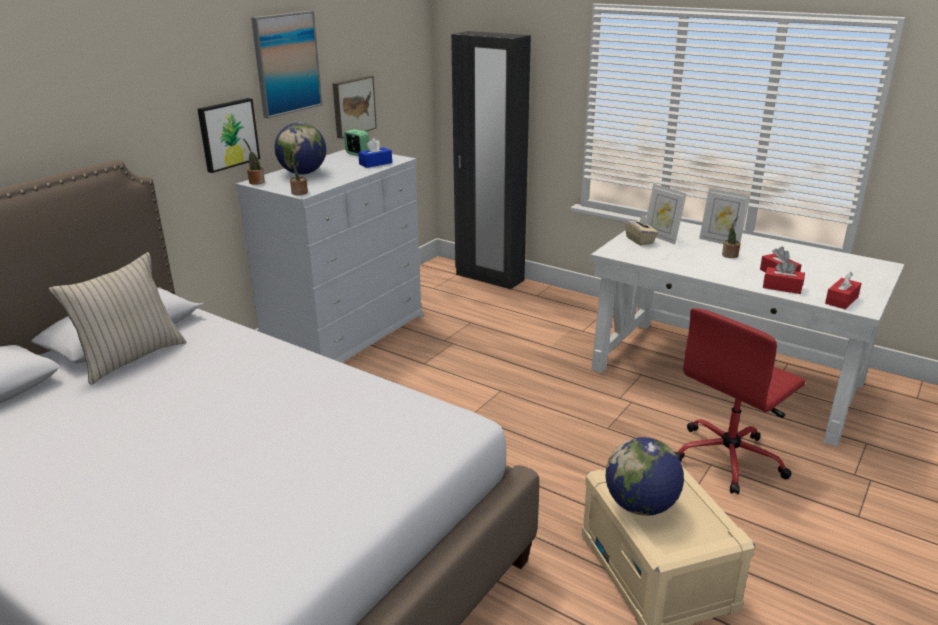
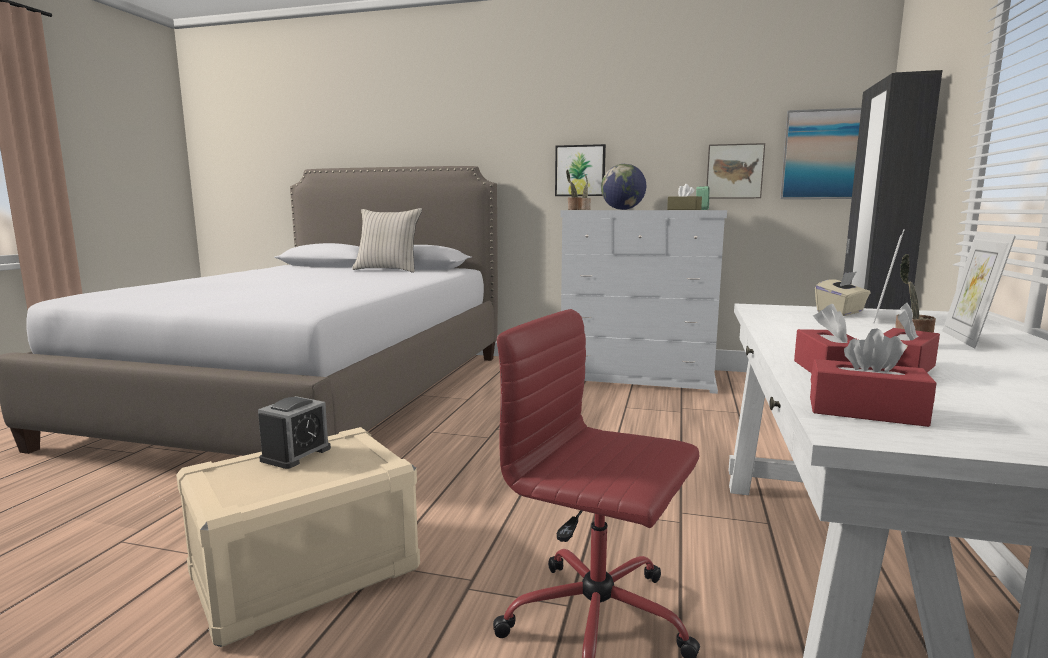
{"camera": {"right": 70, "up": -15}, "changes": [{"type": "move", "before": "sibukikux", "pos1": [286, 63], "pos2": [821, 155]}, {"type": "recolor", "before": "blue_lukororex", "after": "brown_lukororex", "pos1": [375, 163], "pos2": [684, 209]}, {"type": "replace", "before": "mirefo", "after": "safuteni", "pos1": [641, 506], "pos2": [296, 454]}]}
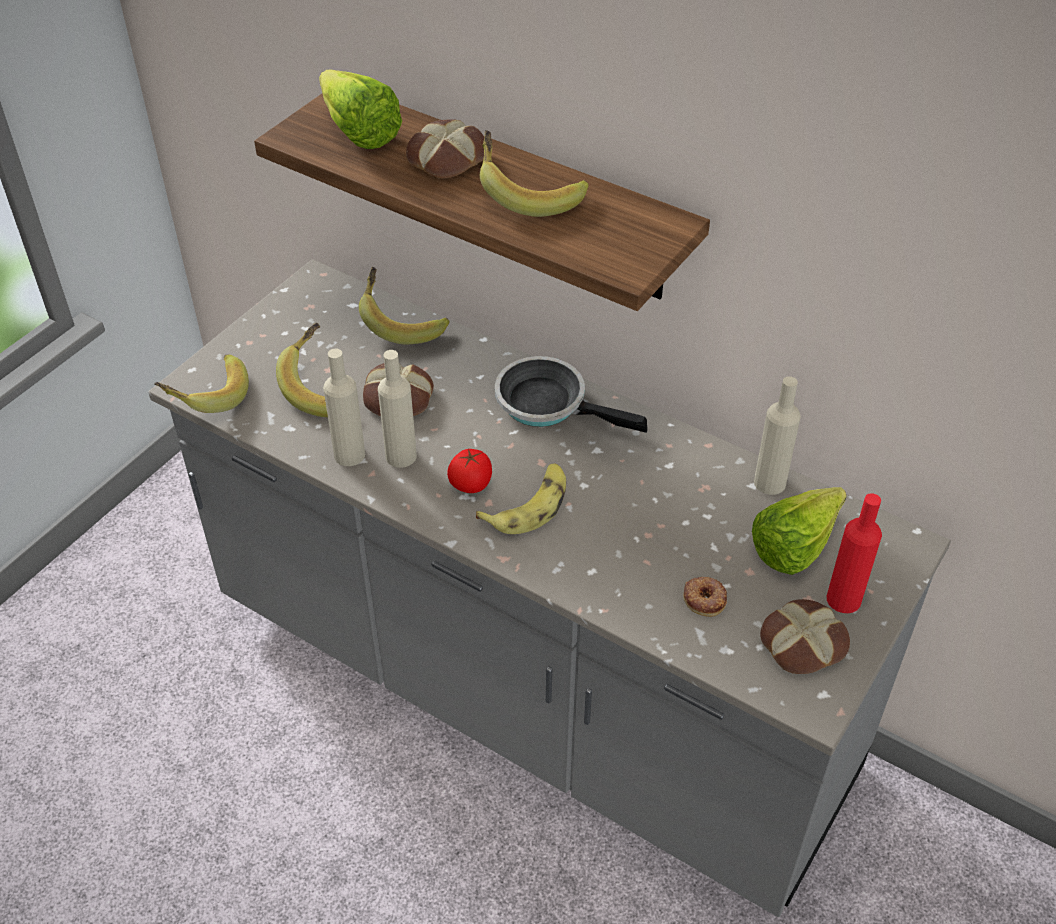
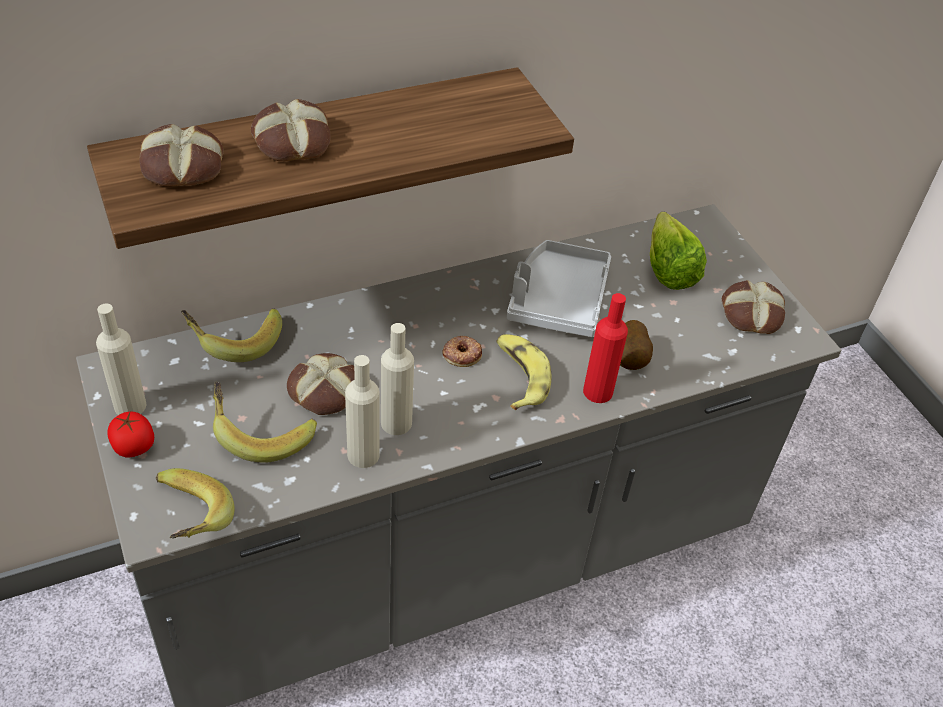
{"camera": {"right": -60, "up": 0}, "changes": [{"type": "replace", "before": "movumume", "after": "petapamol", "pos1": [356, 129], "pos2": [182, 167]}, {"type": "delete", "before": "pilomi", "pos1": [528, 194]}, {"type": "delete", "before": "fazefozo", "pos1": [548, 403]}, {"type": "move", "before": "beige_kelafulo", "pos1": [769, 483], "pos2": [130, 406]}, {"type": "move", "before": "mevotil", "pos1": [471, 483], "pos2": [133, 446]}, {"type": "move", "before": "red_kelafulo", "pos1": [843, 599], "pos2": [598, 391]}, {"type": "move", "before": "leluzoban", "pos1": [704, 598], "pos2": [462, 354]}, {"type": "insert", "after": "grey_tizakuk", "pos2": [557, 299]}, {"type": "insert", "after": "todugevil", "pos2": [631, 360]}]}
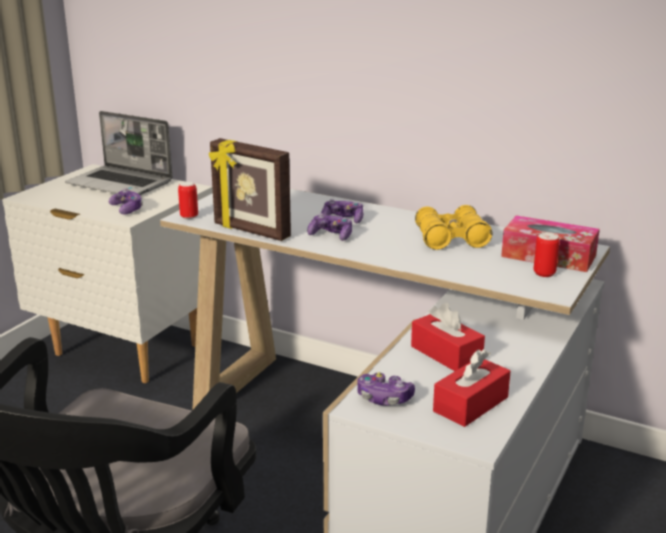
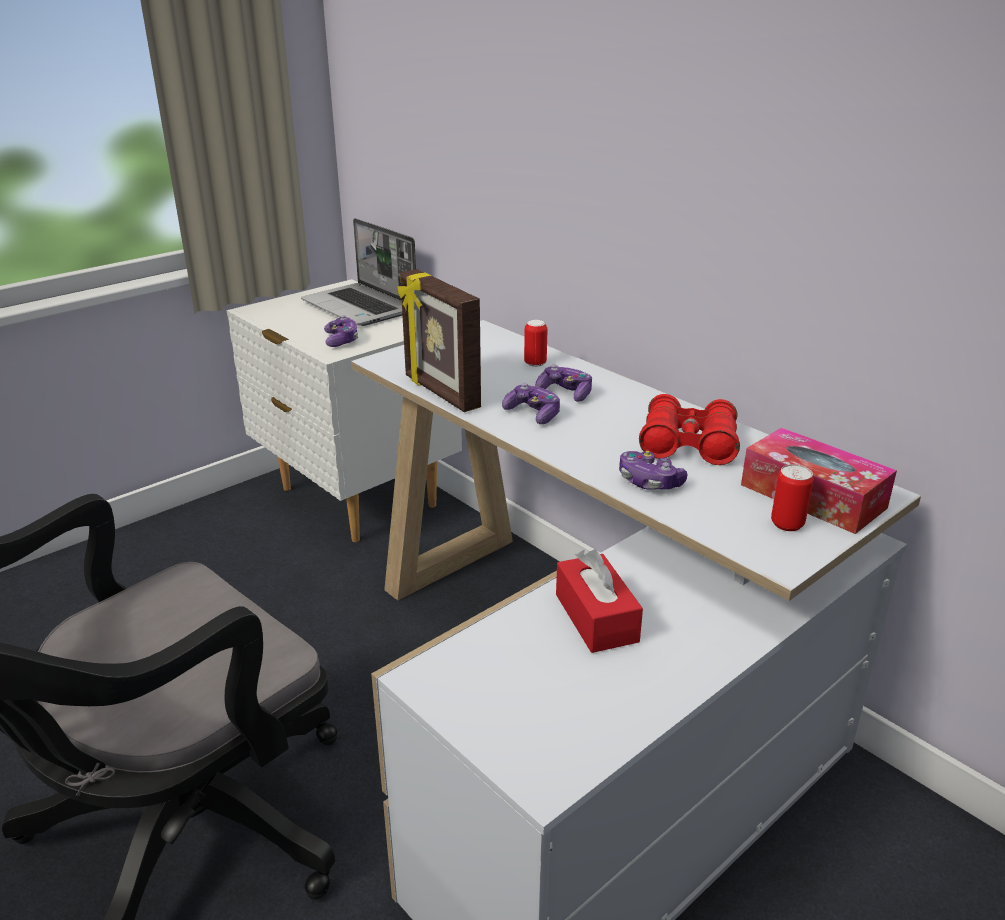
{"camera": {"right": 20, "up": 5}, "changes": [{"type": "move", "before": "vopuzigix", "pos1": [189, 217], "pos2": [535, 363]}, {"type": "recolor", "before": "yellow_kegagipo", "after": "red_kegagipo", "pos1": [451, 239], "pos2": [688, 445]}, {"type": "delete", "before": "red_lukororex", "pos1": [470, 404]}, {"type": "move", "before": "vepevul", "pos1": [384, 398], "pos2": [649, 482]}]}
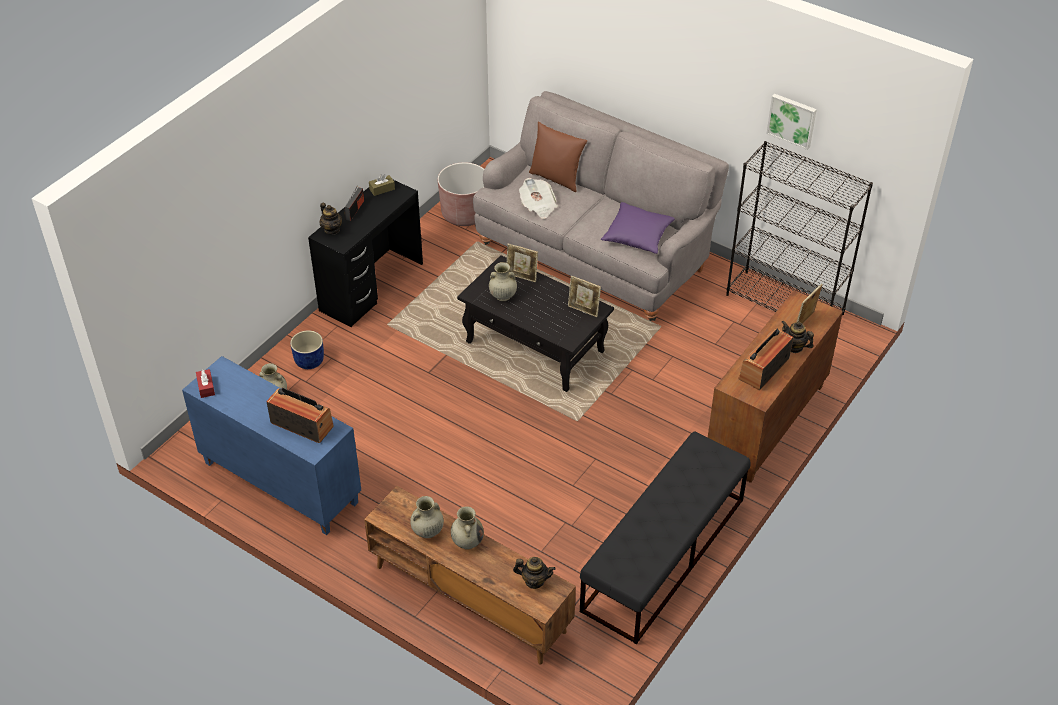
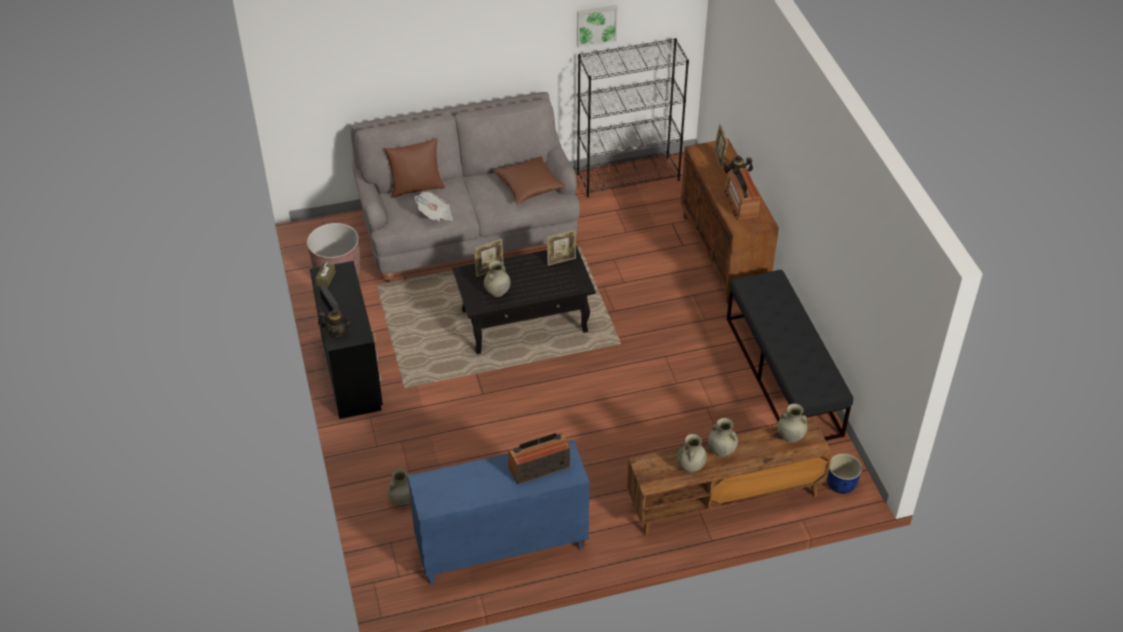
{"camera": {"right": -50, "up": 0}, "changes": [{"type": "recolor", "before": "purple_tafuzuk", "after": "brown_tafuzuk", "pos1": [638, 236], "pos2": [529, 186]}, {"type": "move", "before": "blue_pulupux", "pos1": [309, 361], "pos2": [841, 484]}, {"type": "delete", "before": "red_lukororex", "pos1": [206, 387]}, {"type": "replace", "before": "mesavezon", "after": "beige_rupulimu", "pos1": [534, 581], "pos2": [790, 436]}]}
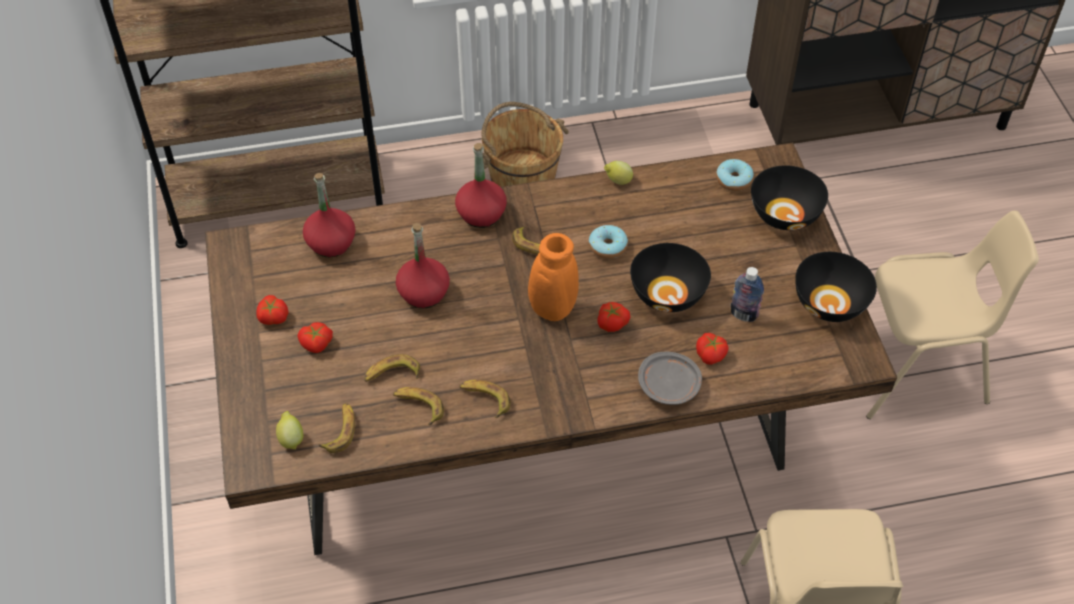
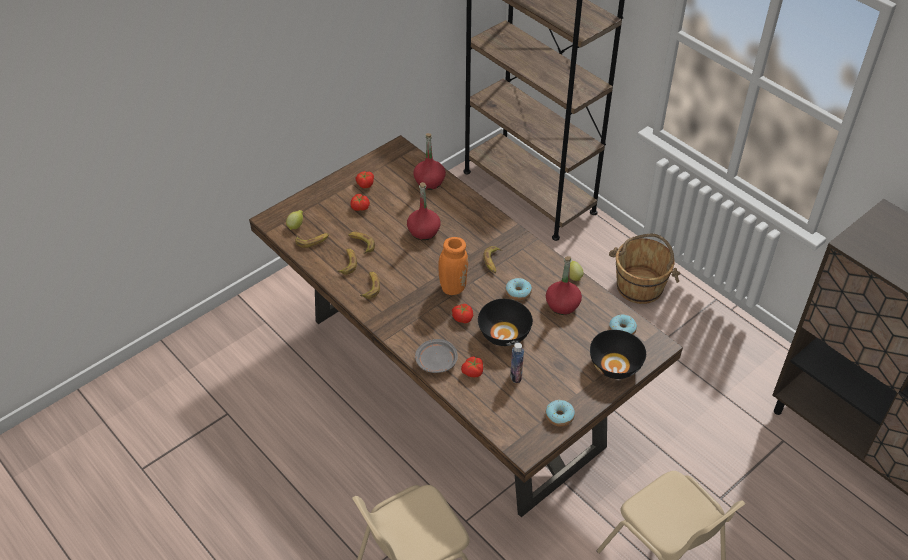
{"camera": {"right": 60, "up": -5}, "changes": [{"type": "move", "before": "red_kelafulo", "pos1": [481, 214], "pos2": [562, 305]}, {"type": "replace", "before": "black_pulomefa", "after": "leluzoban", "pos1": [831, 303], "pos2": [559, 416]}]}
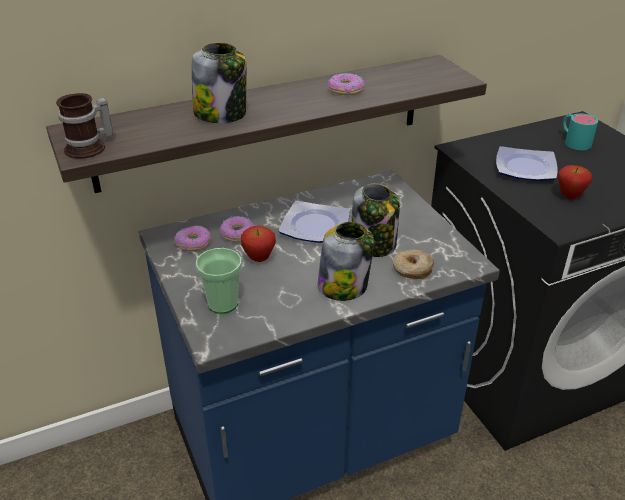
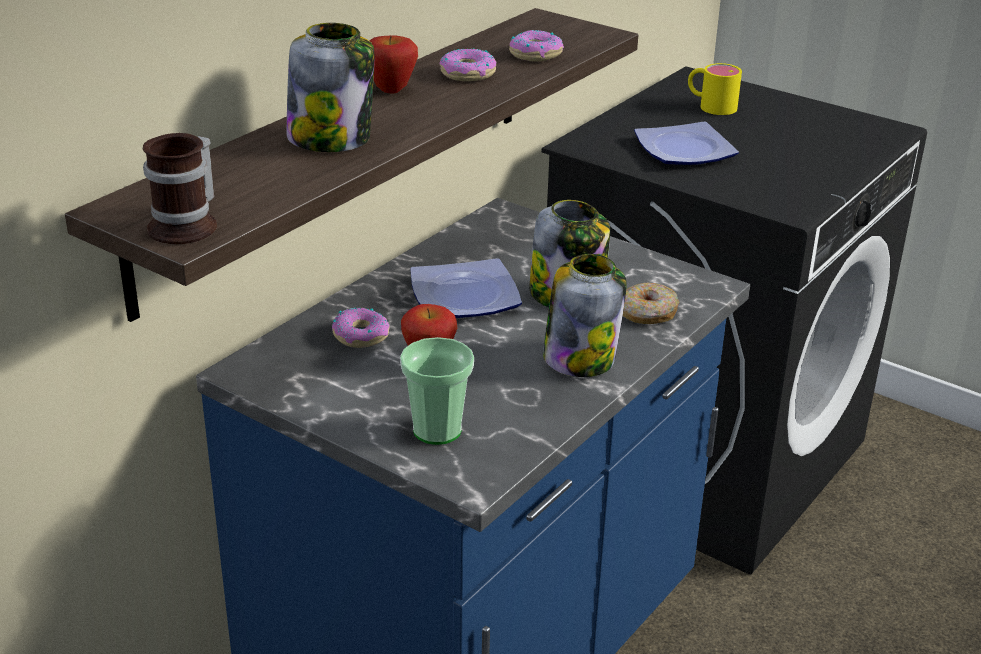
{"camera": {"right": -30, "up": -5}, "changes": [{"type": "recolor", "before": "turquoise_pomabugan", "after": "yellow_pomabugan", "pos1": [573, 141], "pos2": [710, 105]}, {"type": "move", "before": "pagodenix", "pos1": [569, 196], "pos2": [391, 90]}, {"type": "move", "before": "leluzoban", "pos1": [193, 243], "pos2": [535, 54]}]}
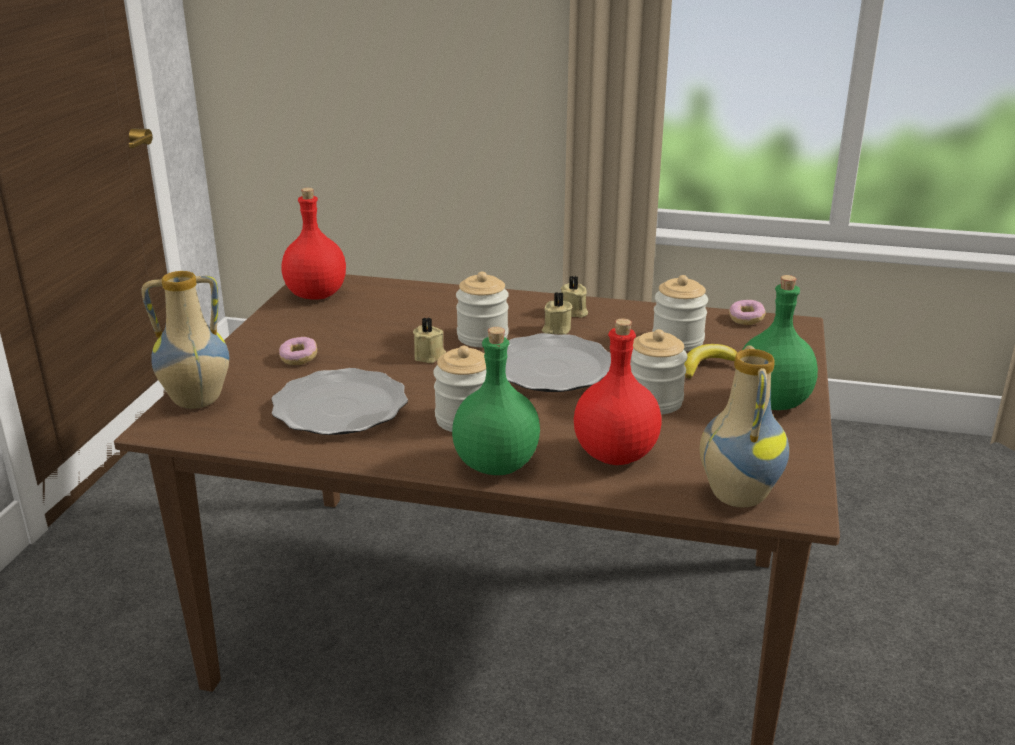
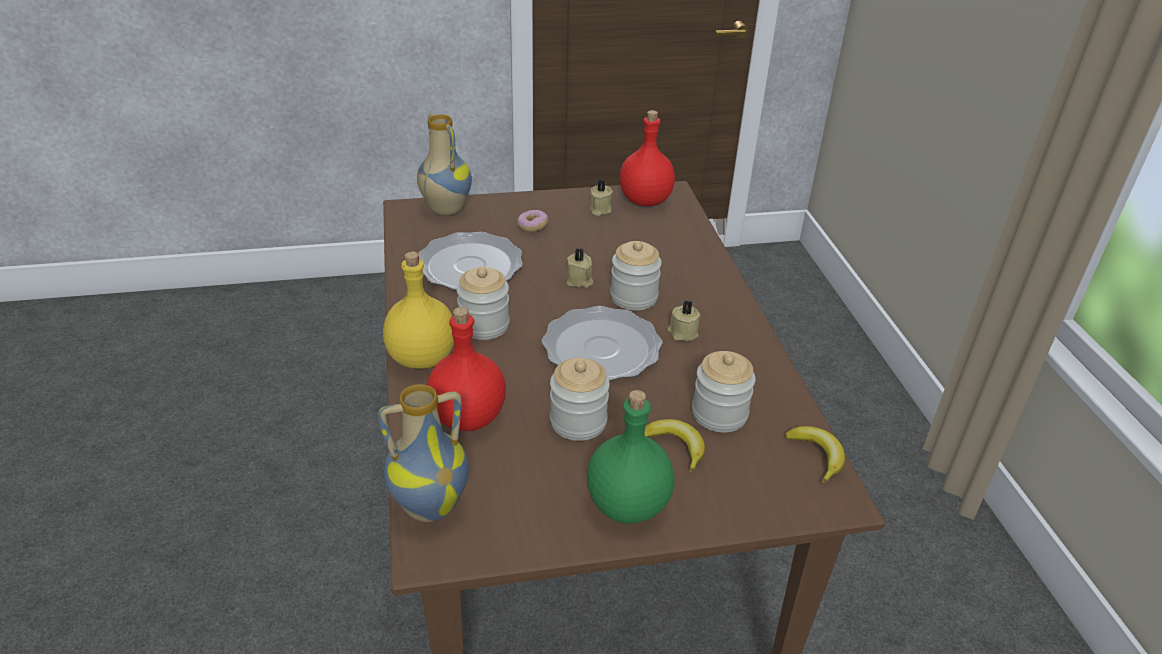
{"camera": {"right": 65, "up": 10}, "changes": [{"type": "move", "before": "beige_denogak", "pos1": [573, 312], "pos2": [599, 210]}, {"type": "replace", "before": "leluzoban", "after": "pilomi", "pos1": [746, 319], "pos2": [816, 456]}, {"type": "recolor", "before": "green_kelafulo", "after": "yellow_kelafulo", "pos1": [497, 465], "pos2": [421, 359]}]}
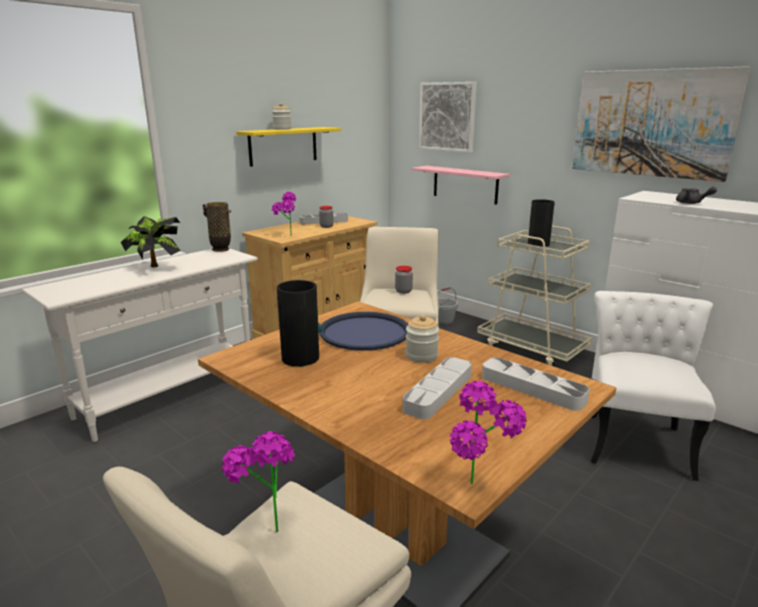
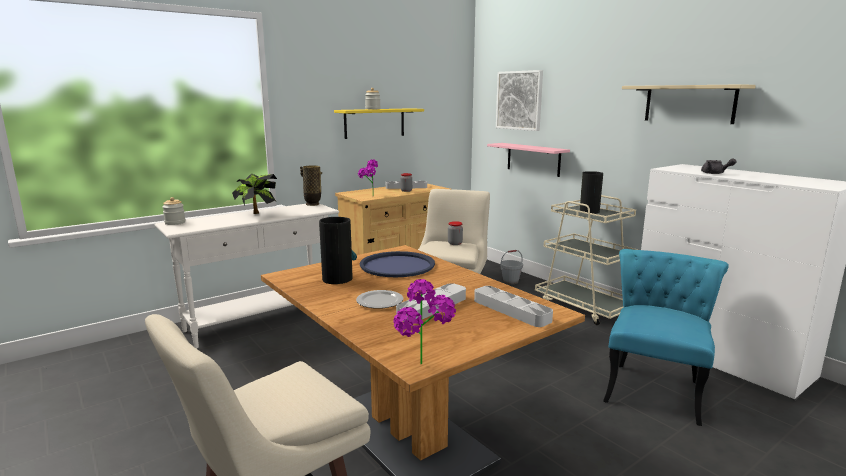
{"camera": {"right": 10, "up": -5}, "changes": [{"type": "replace", "before": "sibukikux", "after": "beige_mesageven", "pos1": [652, 123], "pos2": [689, 104]}, {"type": "recolor", "before": "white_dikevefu", "after": "turquoise_dikevefu", "pos1": [635, 438], "pos2": [654, 386]}, {"type": "move", "before": "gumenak", "pos1": [421, 356], "pos2": [175, 223]}, {"type": "delete", "before": "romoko", "pos1": [267, 525]}, {"type": "insert", "after": "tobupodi", "pos2": [379, 301]}]}
